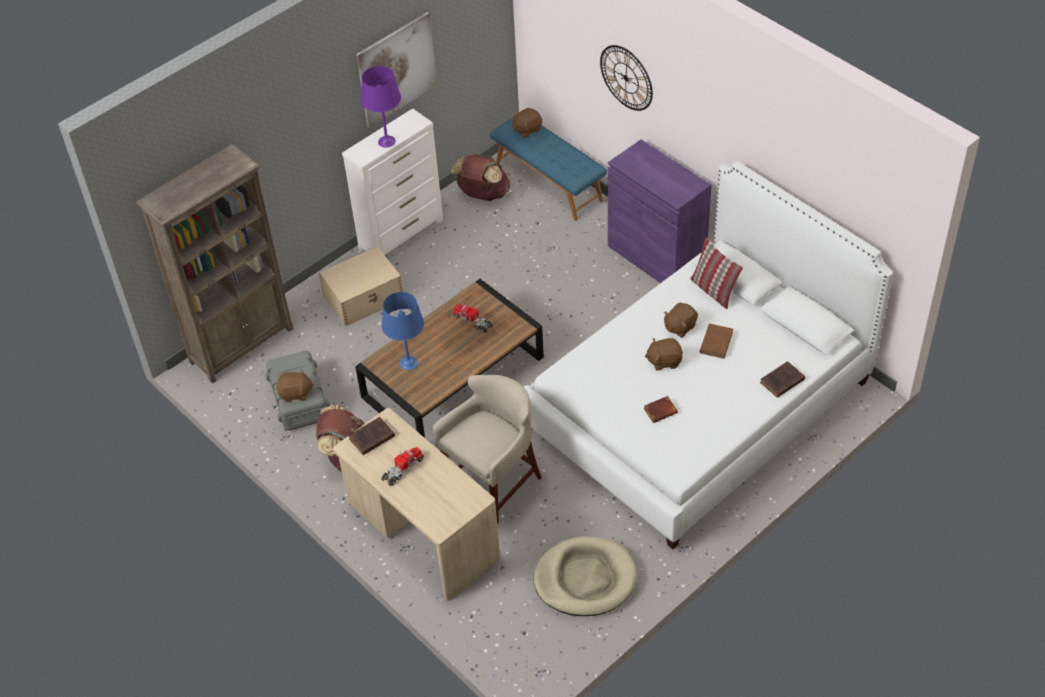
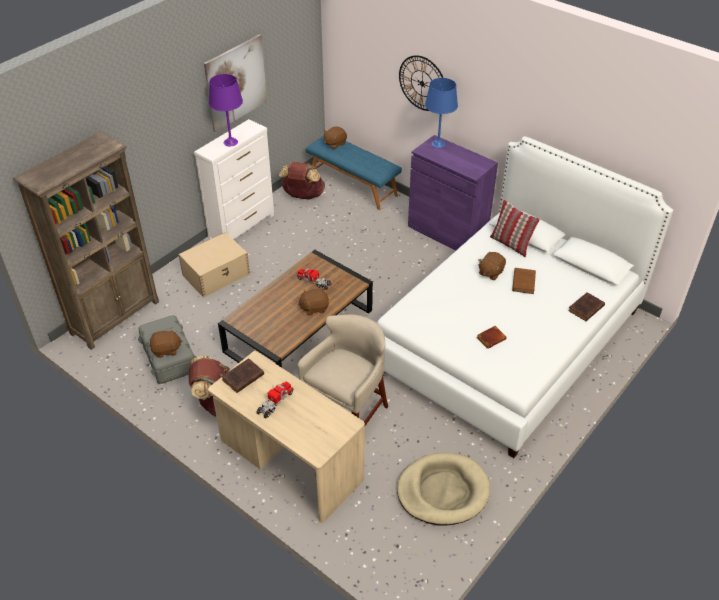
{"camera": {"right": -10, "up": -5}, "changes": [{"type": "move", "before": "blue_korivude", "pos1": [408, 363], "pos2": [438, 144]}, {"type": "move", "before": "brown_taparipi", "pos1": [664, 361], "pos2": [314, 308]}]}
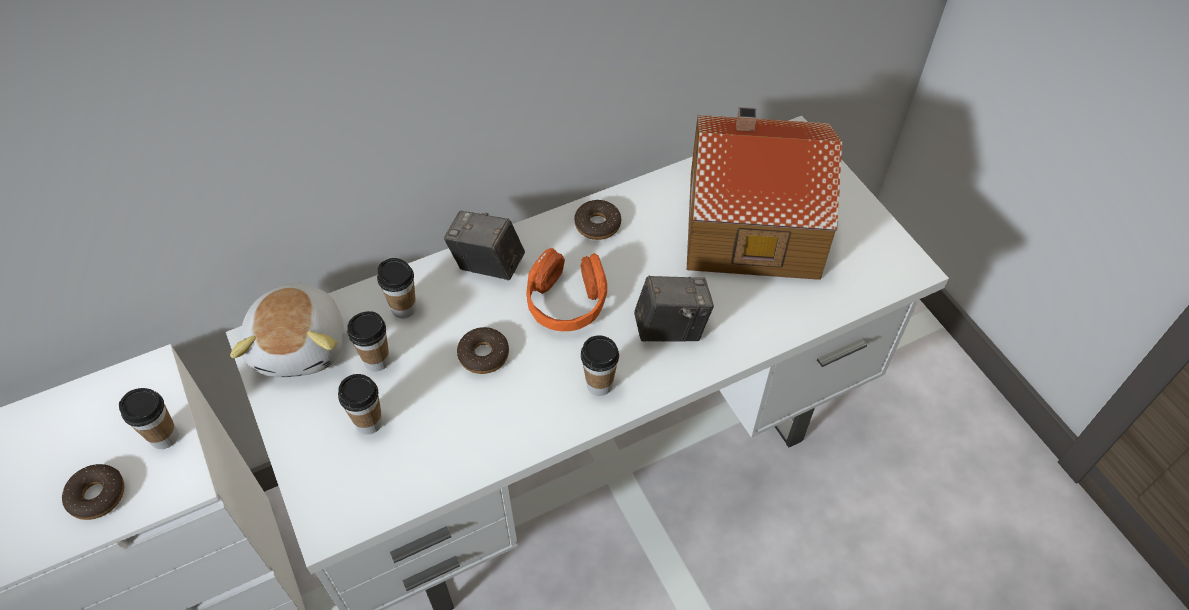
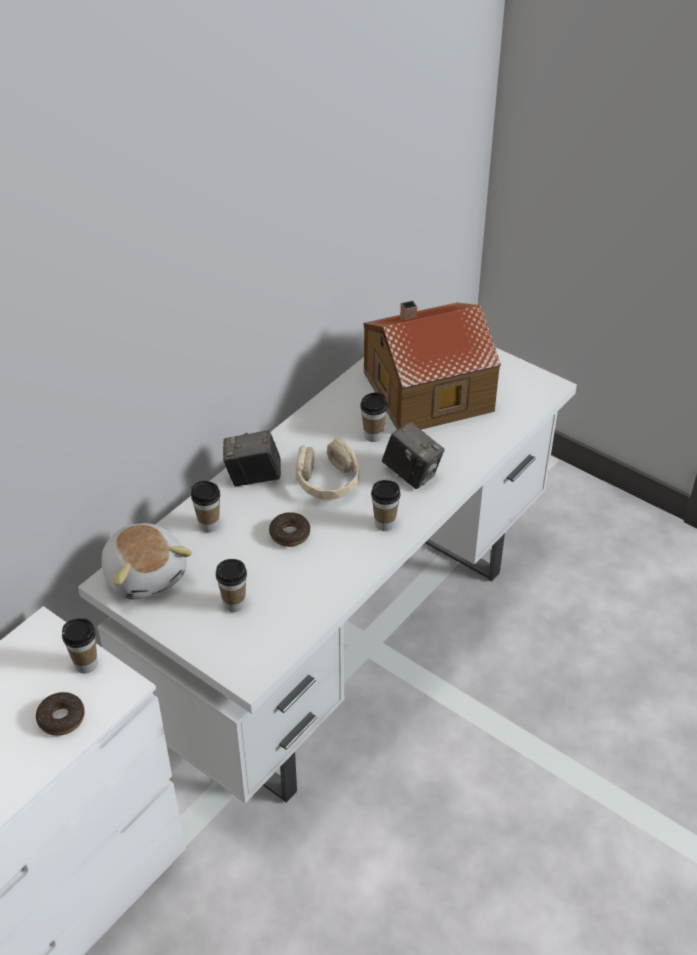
{"camera": {"right": -25, "up": -10}, "changes": [{"type": "delete", "before": "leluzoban", "pos1": [597, 225]}, {"type": "recolor", "before": "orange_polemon", "after": "beige_polemon", "pos1": [566, 302], "pos2": [327, 481]}, {"type": "rotate", "before": "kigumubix", "pos1": [670, 328], "pos2": [411, 473], "turn": 75}, {"type": "move", "before": "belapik", "pos1": [377, 360], "pos2": [373, 435]}]}
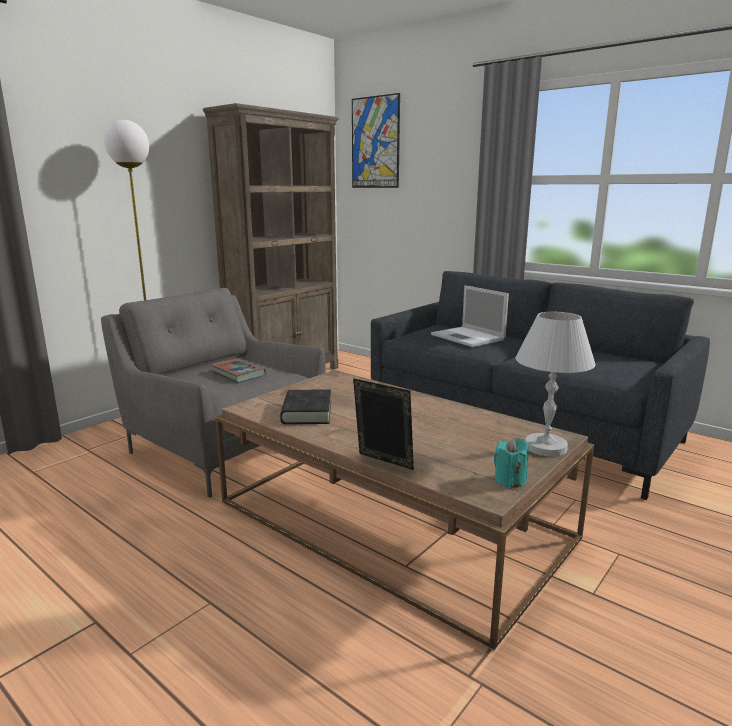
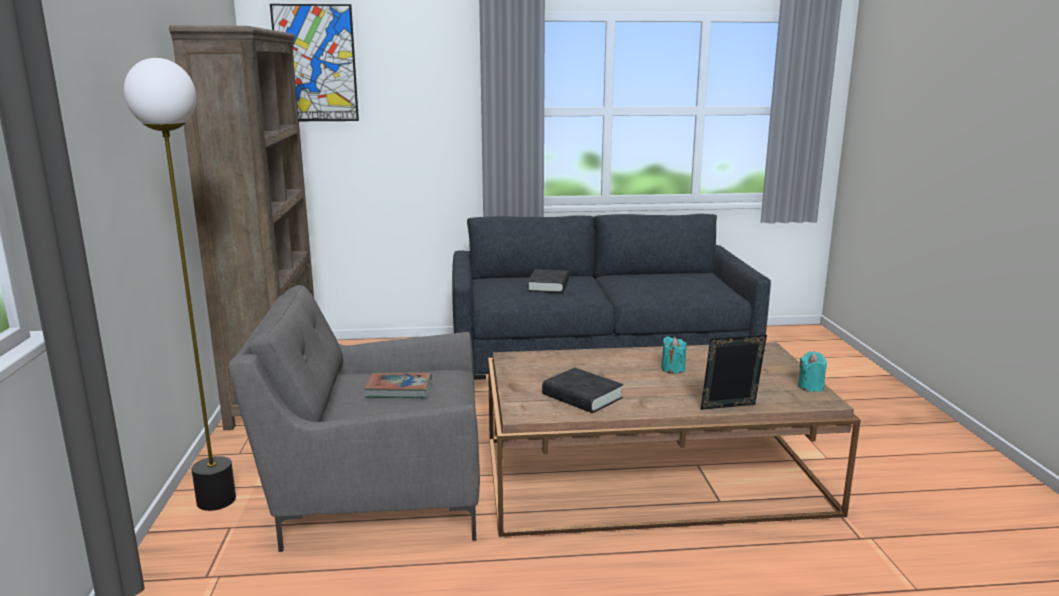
{"camera": {"right": -45, "up": 0}, "changes": [{"type": "replace", "before": "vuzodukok", "after": "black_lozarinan", "pos1": [468, 337], "pos2": [548, 286]}, {"type": "delete", "before": "white_korivude", "pos1": [545, 447]}, {"type": "insert", "after": "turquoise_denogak", "pos2": [673, 369]}]}
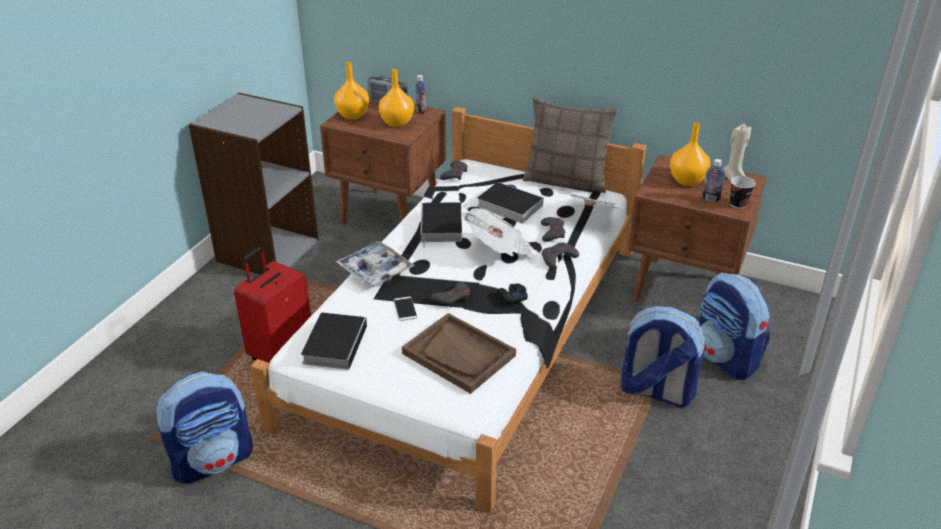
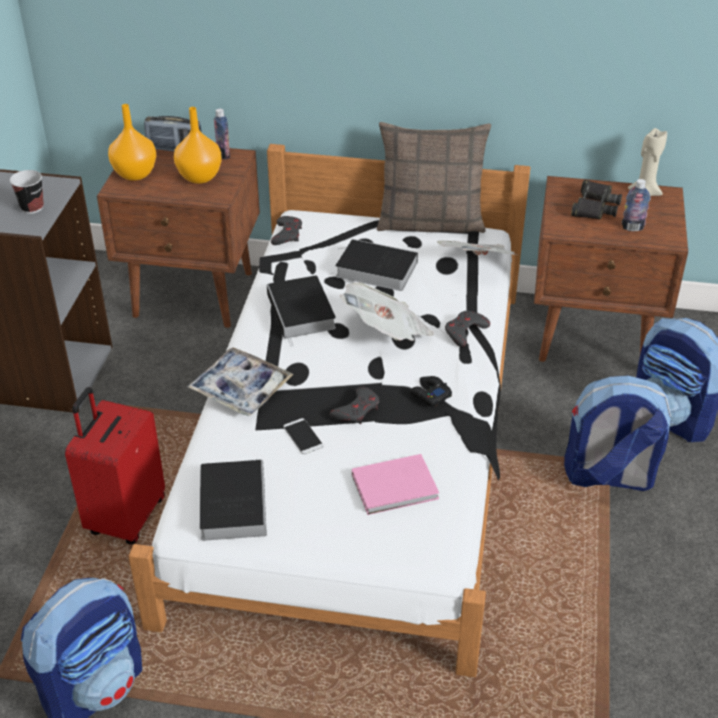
{"camera": {"right": -15, "up": 5}, "changes": [{"type": "replace", "before": "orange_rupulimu", "after": "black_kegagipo", "pos1": [687, 180], "pos2": [594, 206]}, {"type": "move", "before": "belapik", "pos1": [738, 204], "pos2": [32, 207]}, {"type": "delete", "before": "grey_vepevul", "pos1": [552, 232]}, {"type": "replace", "before": "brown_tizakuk", "after": "pink_lozarinan", "pos1": [459, 354], "pos2": [397, 487]}]}
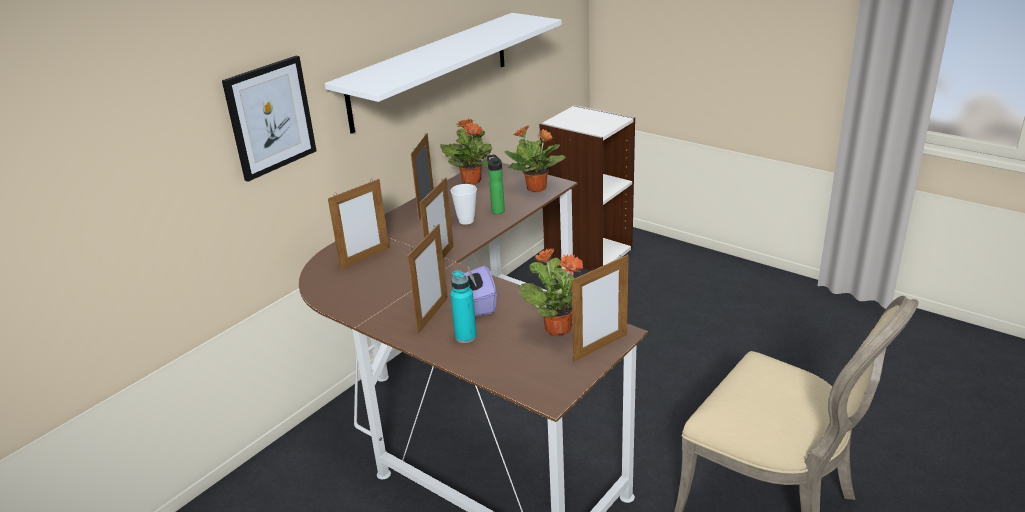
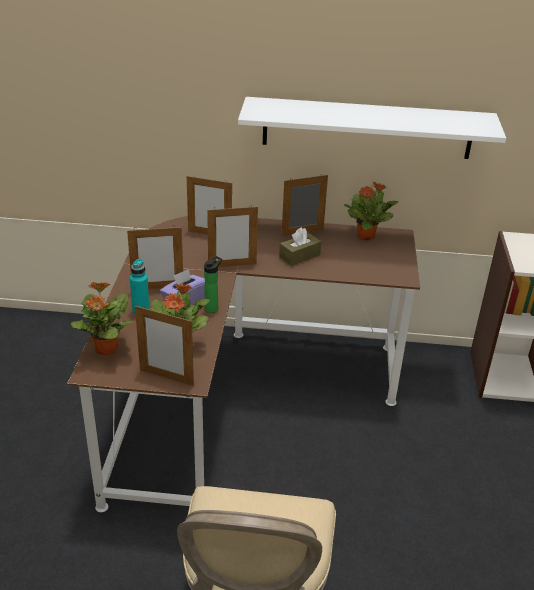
{"camera": {"right": 55, "up": 5}, "changes": [{"type": "delete", "before": "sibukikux", "pos1": [270, 117]}, {"type": "move", "before": "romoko", "pos1": [537, 188], "pos2": [106, 349]}, {"type": "move", "before": "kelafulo", "pos1": [497, 210], "pos2": [213, 308]}, {"type": "replace", "before": "belapik", "after": "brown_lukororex", "pos1": [466, 221], "pos2": [299, 256]}]}
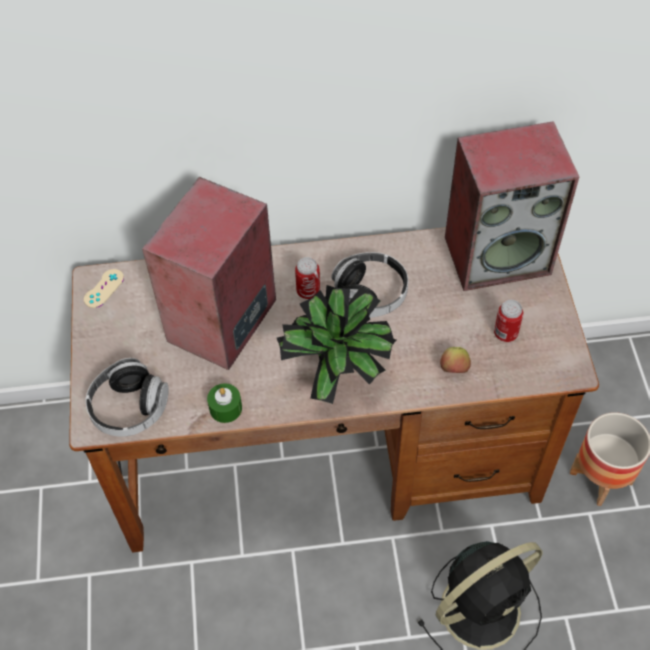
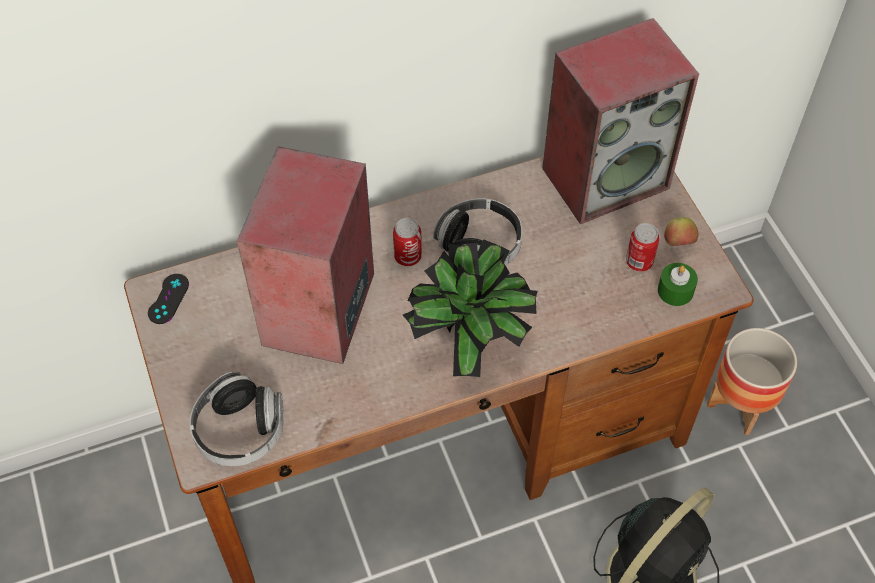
{"camera": {"right": -15, "up": 0}, "changes": [{"type": "recolor", "before": "beige_vepevul", "after": "black_vepevul", "pos1": [104, 288], "pos2": [168, 299]}, {"type": "move", "before": "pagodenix", "pos1": [454, 369], "pos2": [678, 243]}, {"type": "move", "before": "green_denogak", "pos1": [225, 408], "pos2": [675, 291]}]}
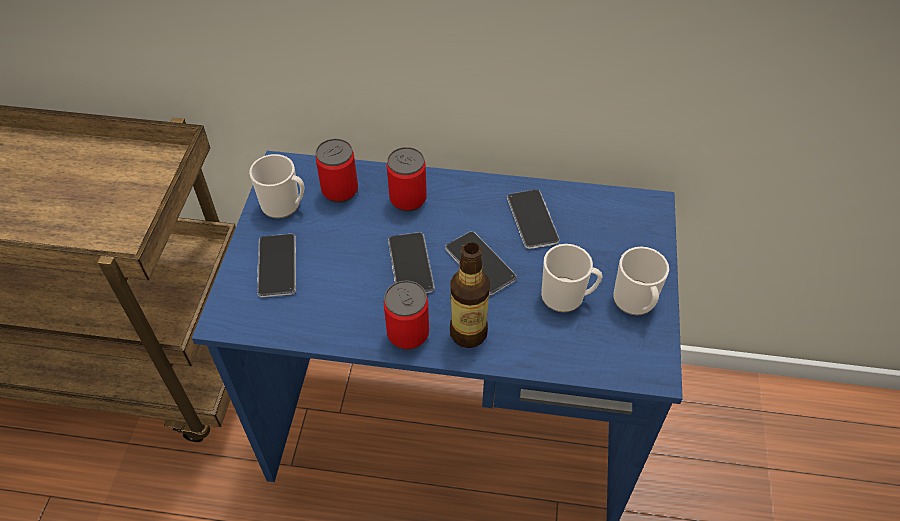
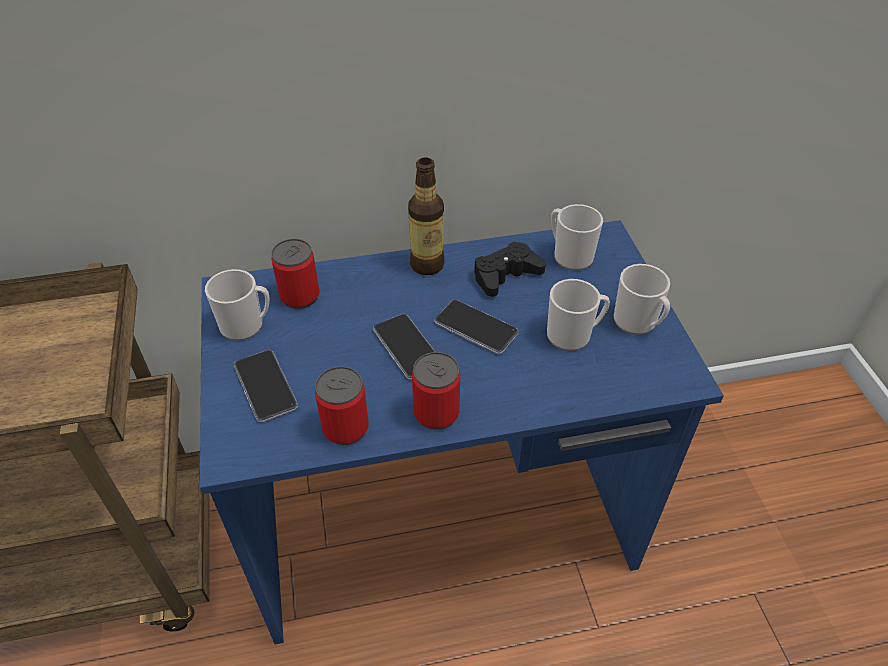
{"camera": {"right": -20, "up": -5}, "changes": [{"type": "move", "before": "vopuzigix", "pos1": [408, 199], "pos2": [345, 428]}, {"type": "replace", "before": "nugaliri", "after": "black_vepevul", "pos1": [532, 220], "pos2": [505, 275]}, {"type": "move", "before": "kelafulo", "pos1": [468, 333], "pos2": [427, 265]}, {"type": "insert", "after": "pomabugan", "pos2": [569, 255]}]}
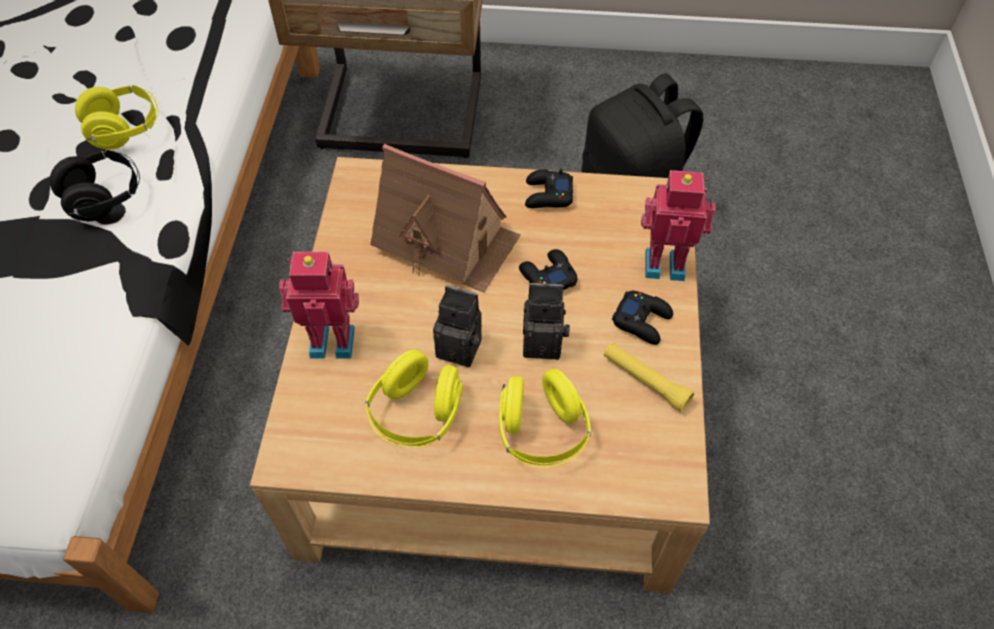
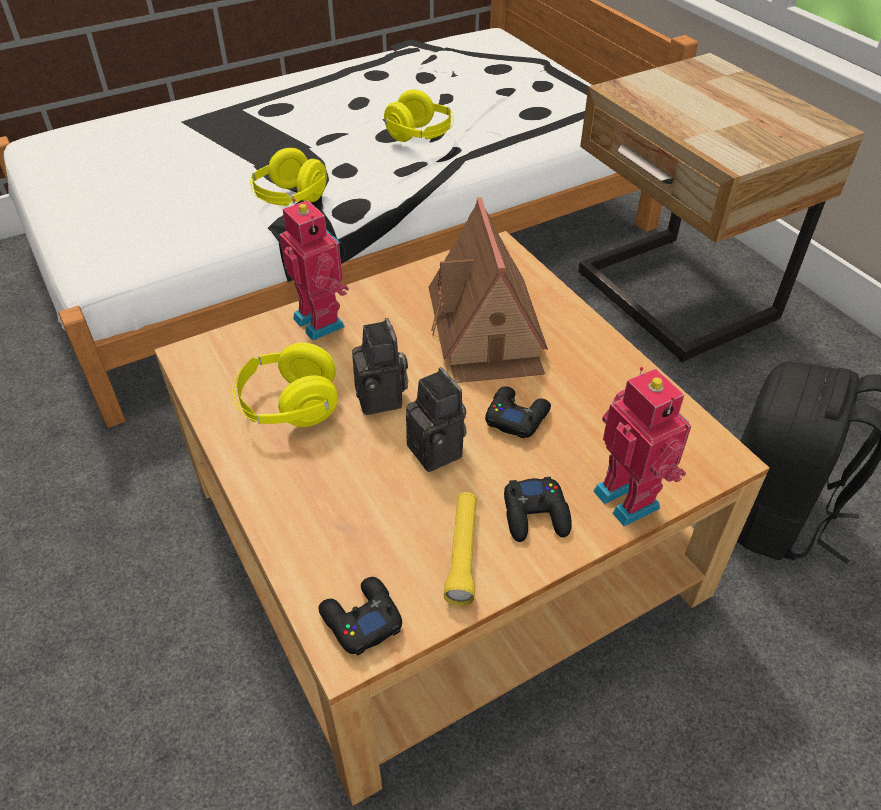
{"camera": {"right": 55, "up": -10}, "changes": [{"type": "delete", "before": "black_polemon", "pos1": [106, 198]}, {"type": "move", "before": "black_vepevul", "pos1": [547, 195], "pos2": [360, 619]}, {"type": "move", "before": "yellow_polemon", "pos1": [541, 432], "pos2": [290, 199]}]}
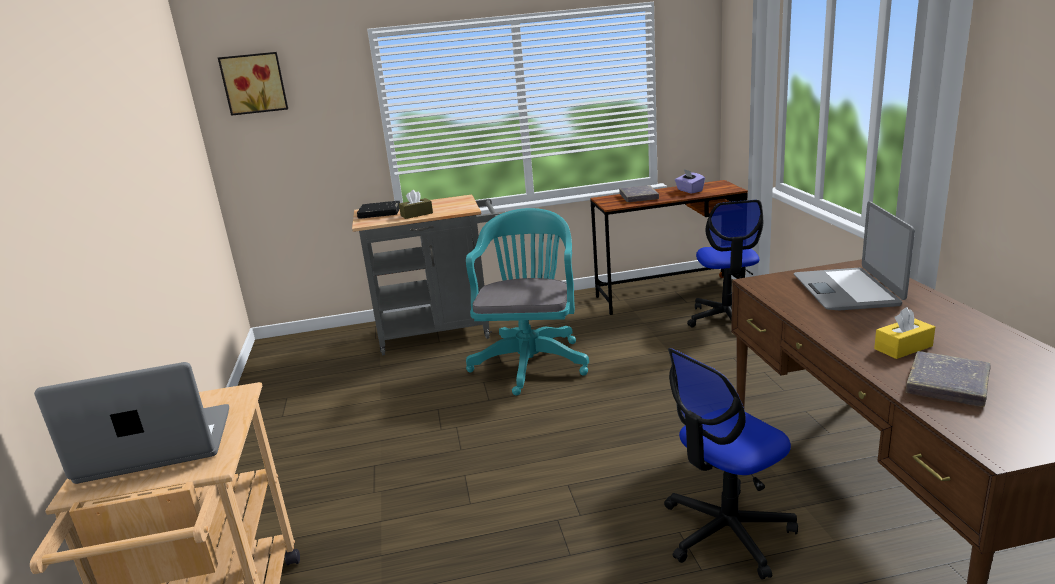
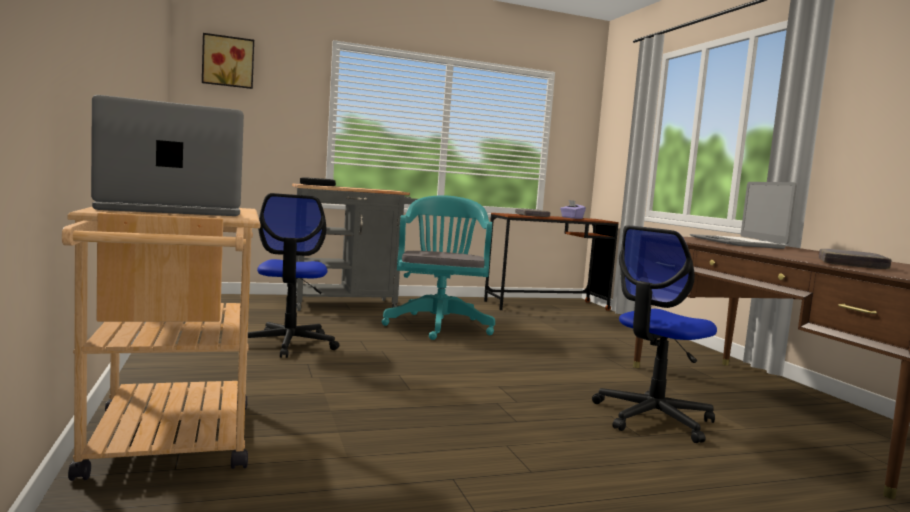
{"camera": {"right": -10, "up": -15}, "changes": [{"type": "delete", "before": "brown_lukororex", "pos1": [416, 214]}, {"type": "move", "before": "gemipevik", "pos1": [727, 318], "pos2": [289, 344]}, {"type": "delete", "before": "yellow_lukororex", "pos1": [903, 347]}]}
